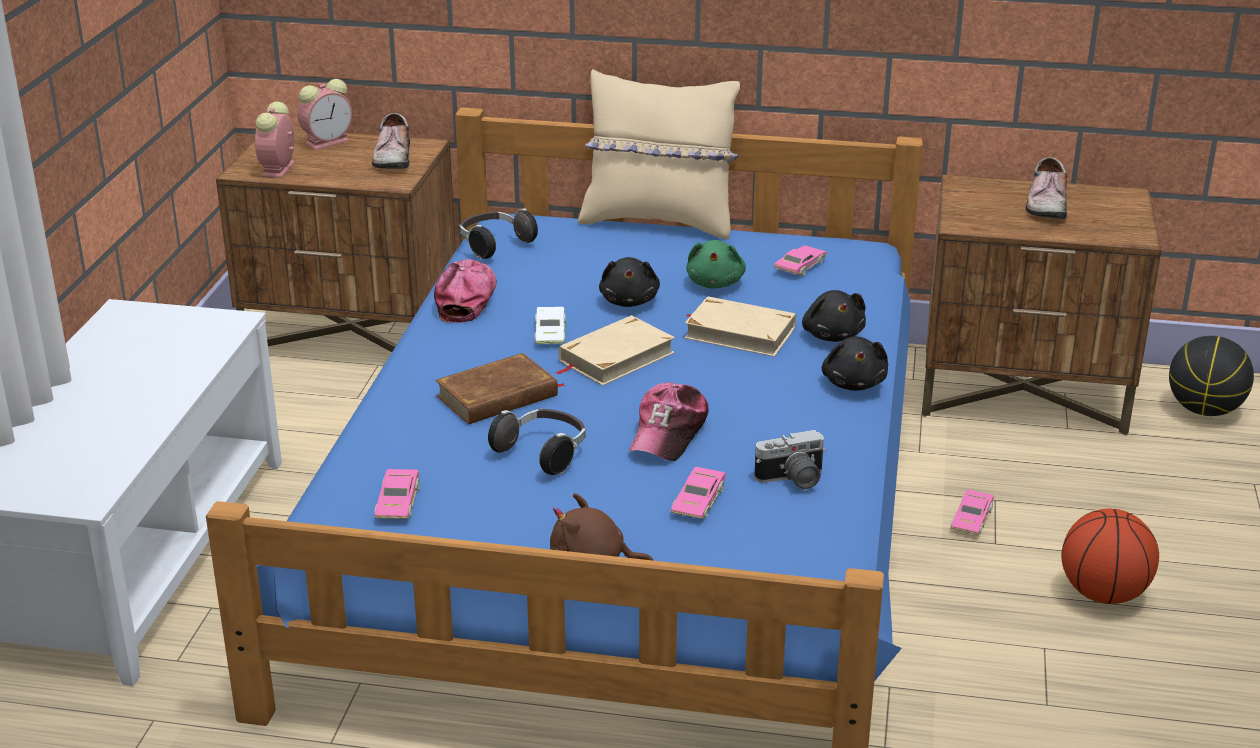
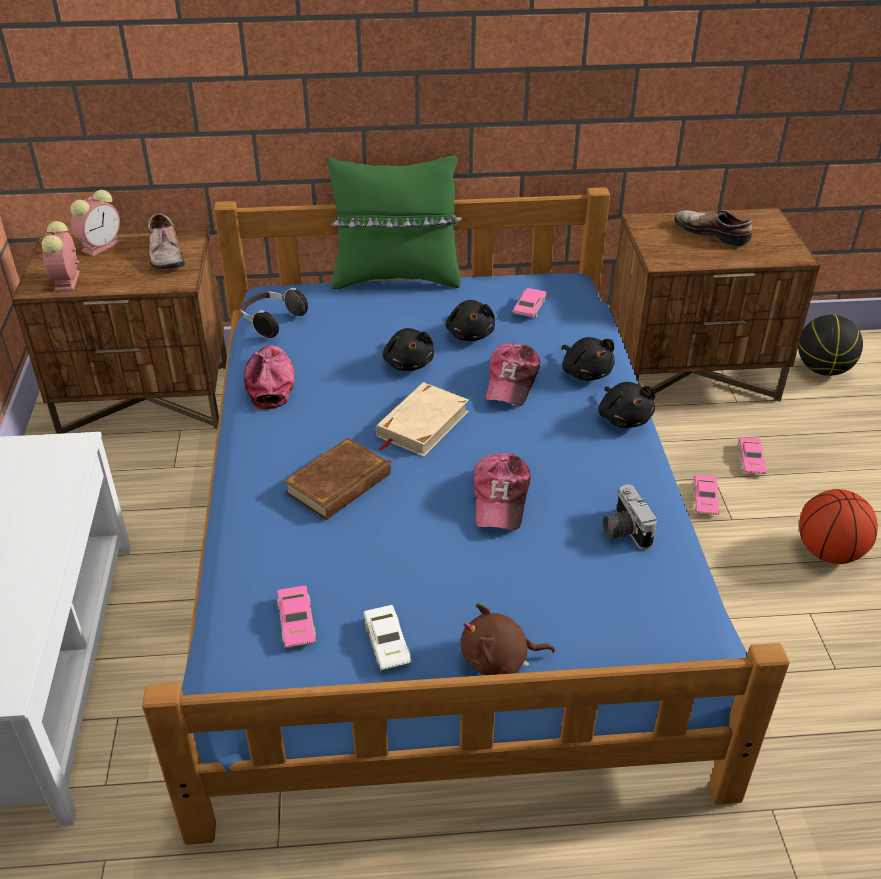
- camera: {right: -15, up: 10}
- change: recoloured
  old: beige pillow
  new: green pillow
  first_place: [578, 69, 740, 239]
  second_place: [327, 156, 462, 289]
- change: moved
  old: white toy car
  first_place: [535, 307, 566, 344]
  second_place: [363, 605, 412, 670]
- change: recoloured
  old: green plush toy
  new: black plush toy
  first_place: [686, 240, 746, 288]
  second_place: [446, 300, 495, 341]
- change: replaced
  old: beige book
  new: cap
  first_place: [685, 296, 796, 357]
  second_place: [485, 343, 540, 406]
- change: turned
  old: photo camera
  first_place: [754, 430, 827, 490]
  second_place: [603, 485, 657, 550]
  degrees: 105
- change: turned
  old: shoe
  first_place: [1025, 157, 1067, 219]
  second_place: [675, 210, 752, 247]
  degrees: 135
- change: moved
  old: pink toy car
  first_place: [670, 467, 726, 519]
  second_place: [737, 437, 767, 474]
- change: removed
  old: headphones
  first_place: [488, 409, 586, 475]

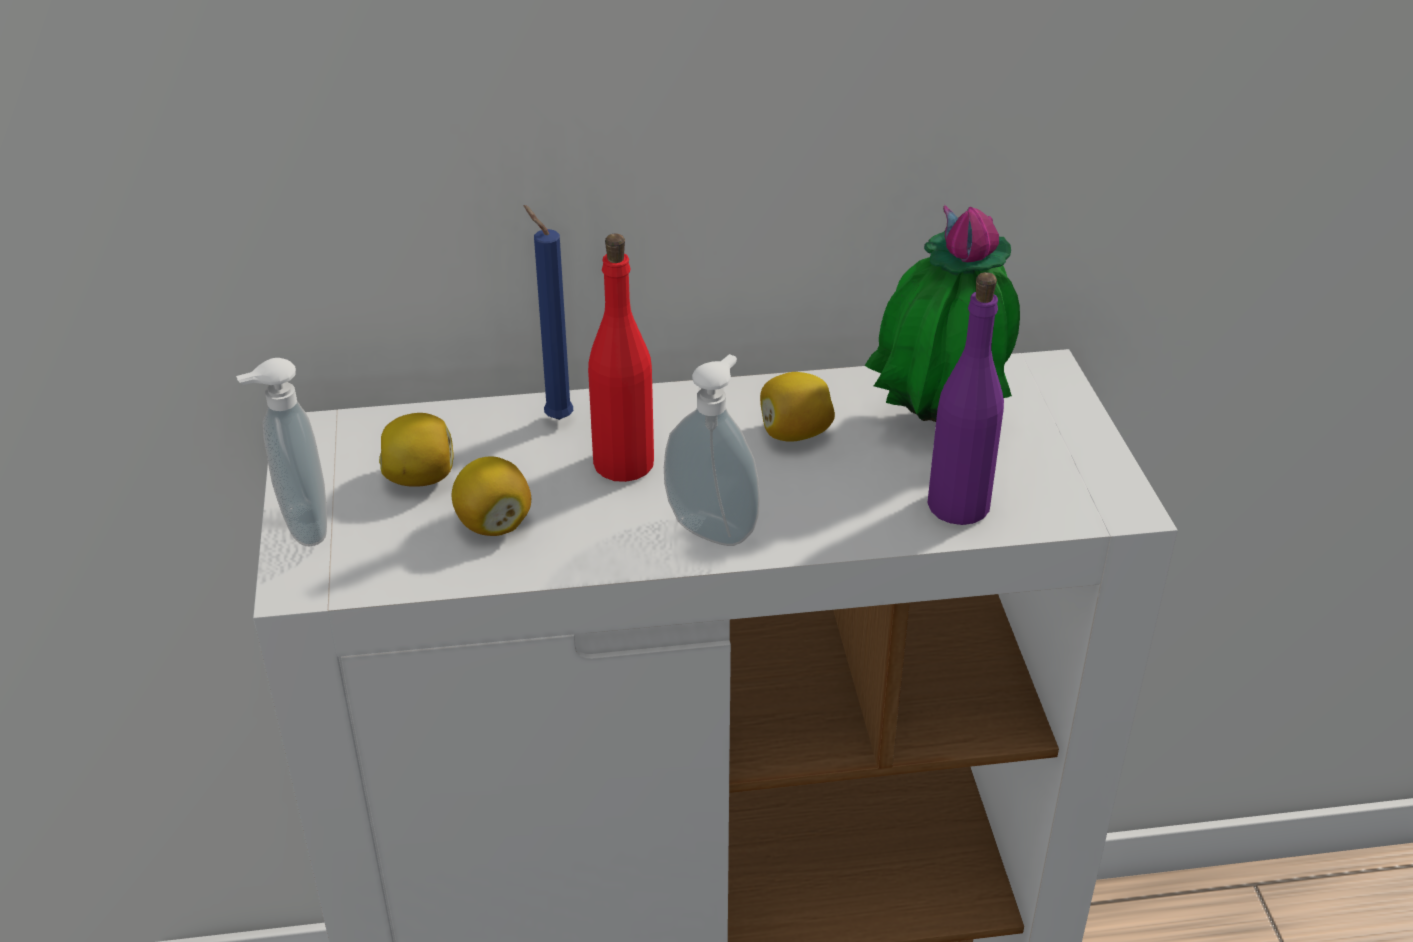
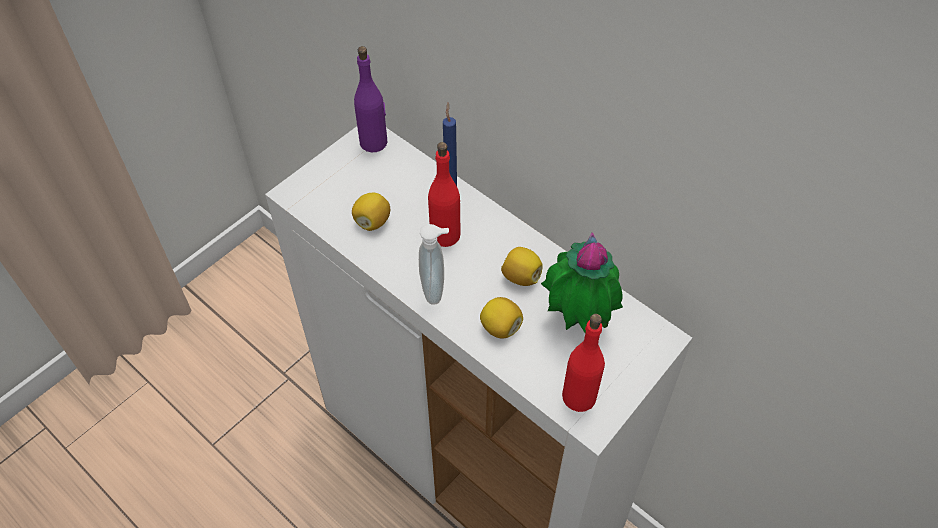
- camera: {right: 50, up: 15}
- change: moved
  old: purple bottle
  first_place: [927, 272, 1004, 525]
  second_place: [354, 46, 387, 153]
- change: moved
  old: lemon
  first_place: [379, 413, 454, 487]
  second_place: [480, 297, 523, 338]
- change: added
  new: red bottle
  second_place: [562, 314, 605, 412]
- change: removed
  old: soap dispenser
  first_place: [236, 358, 327, 546]

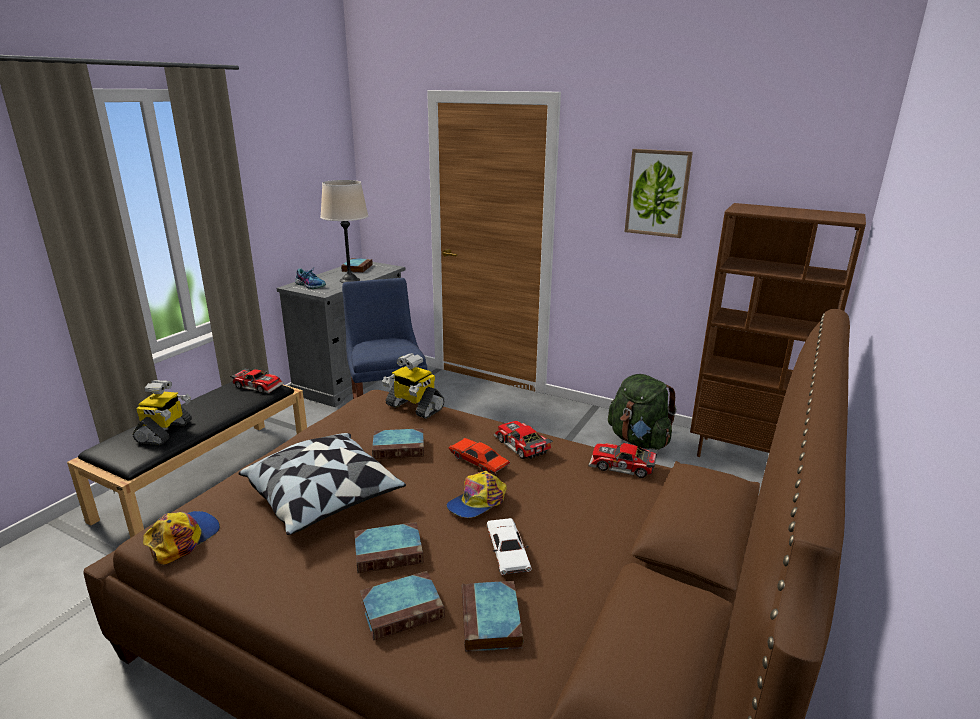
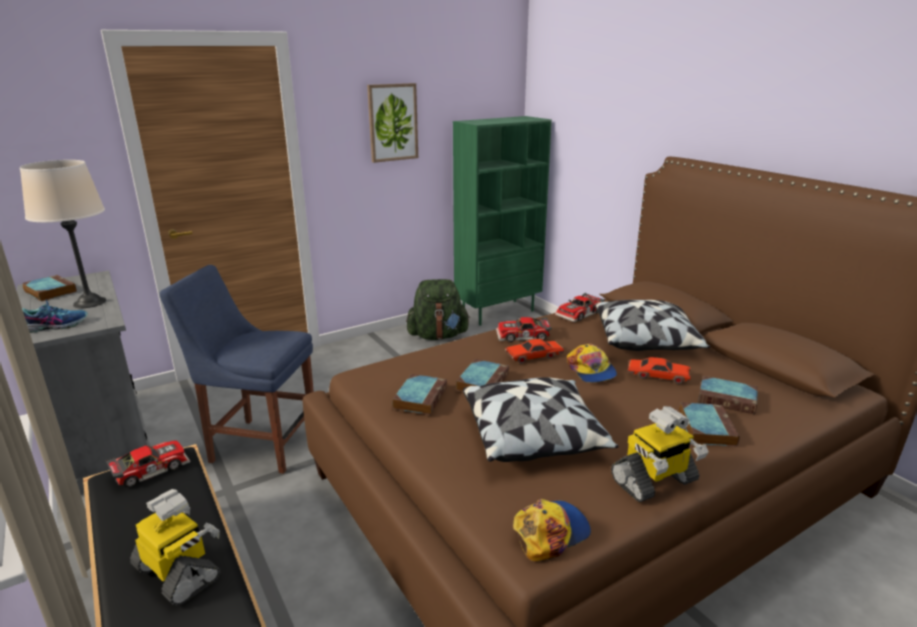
- camera: {right: -60, up: 0}
- change: moved
  old: book
  first_place: [355, 522, 424, 573]
  second_place: [392, 374, 447, 415]
- change: recoloured
  old: brown bookcase
  new: green bookcase
  first_place: [690, 203, 866, 457]
  second_place: [453, 116, 552, 326]
- change: turned
  old: cap
  first_place: [143, 511, 220, 564]
  second_place: [513, 499, 591, 561]
  degrees: 90
- change: added
  new: pillow
  second_place: [595, 300, 710, 351]
- change: moved
  old: toy robot
  first_place: [382, 353, 445, 419]
  second_place: [611, 406, 709, 502]
- change: recoloured
  old: white toy car
  new: red toy car
  first_place: [487, 518, 532, 575]
  second_place: [628, 357, 691, 384]

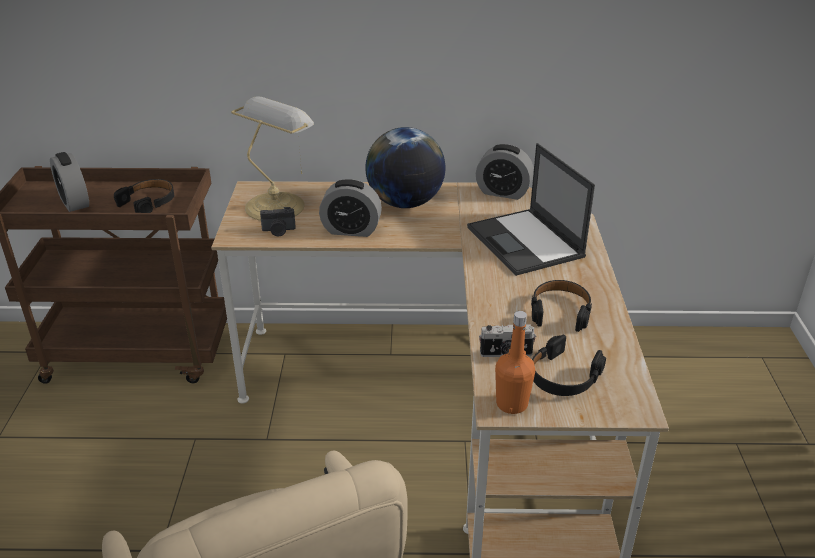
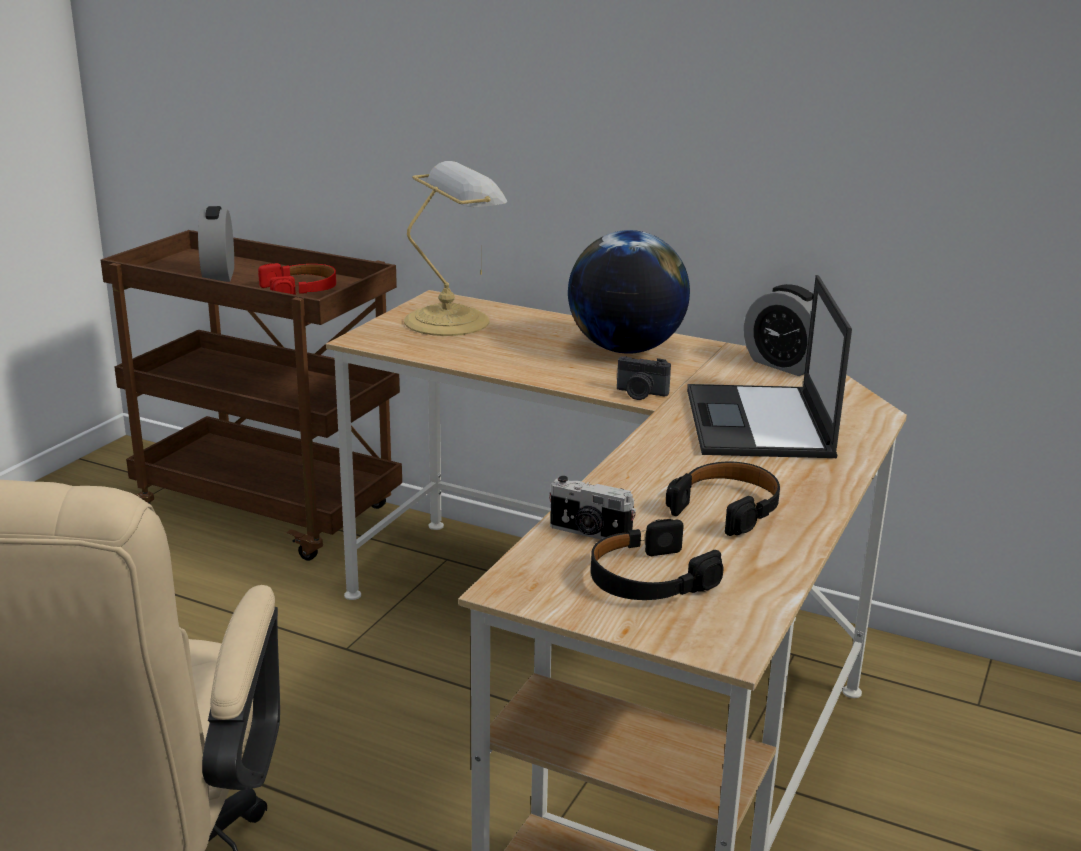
- camera: {right: 25, up: -10}
- change: recoloured
  old: black headphones
  new: red headphones
  first_place: [114, 179, 174, 213]
  second_place: [258, 263, 336, 295]
- change: moved
  old: photo camera
  first_place: [260, 207, 296, 236]
  second_place: [617, 356, 671, 400]
- change: removed
  old: alarm clock
  first_place: [319, 179, 382, 237]
- change: removed
  old: orange bottle
  first_place: [495, 311, 535, 414]

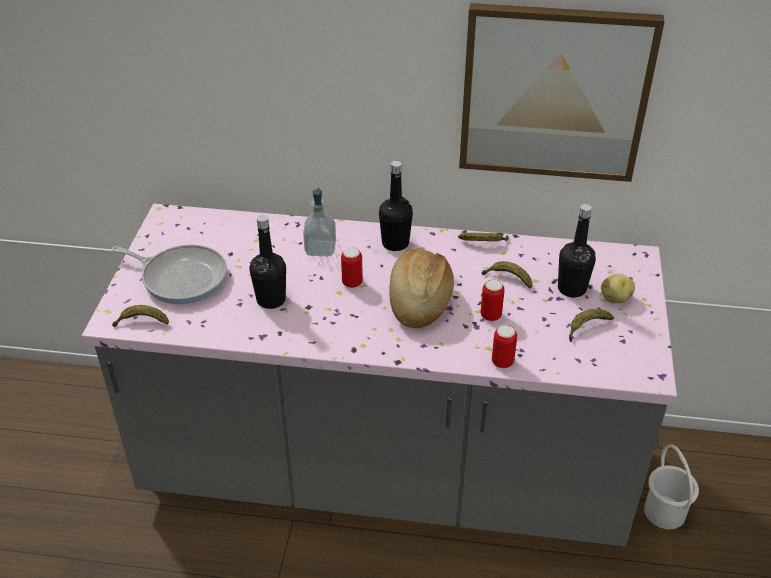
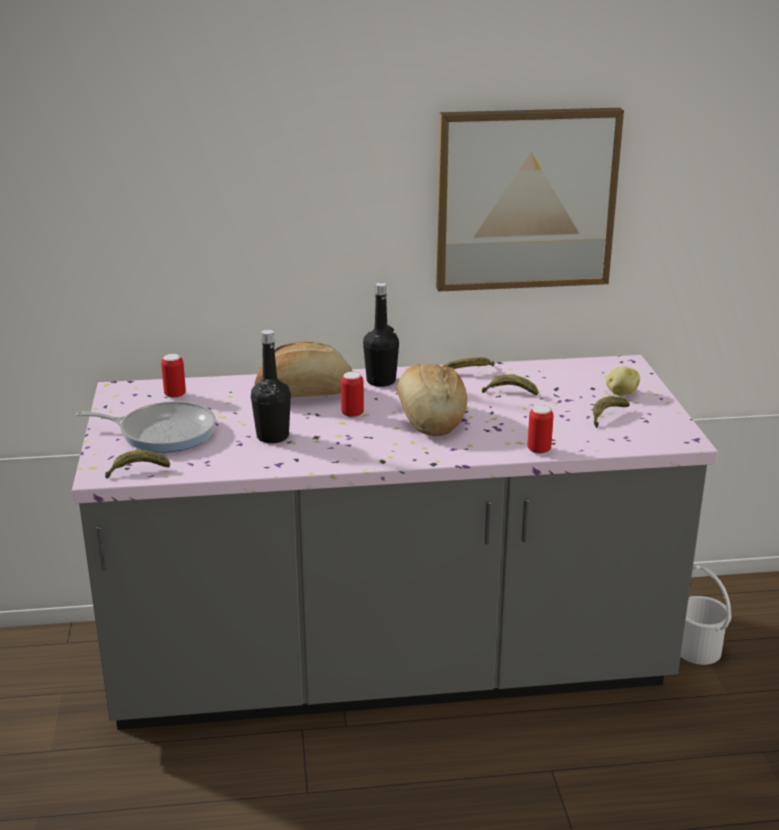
- camera: {right: -15, up: -15}
- change: moved
  old: can
  first_place: [480, 279, 505, 321]
  second_place: [161, 354, 186, 398]
- change: replaced
  old: soap dispenser
  new: bread
  first_place: [303, 188, 336, 256]
  second_place: [254, 341, 353, 398]
- change: removed
  old: black bottle
  first_place: [558, 204, 596, 298]

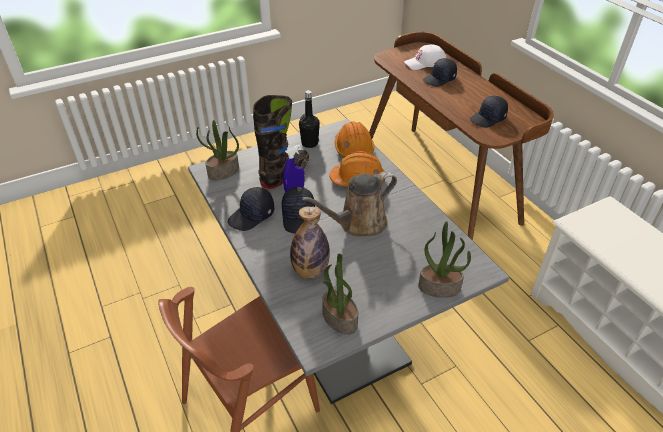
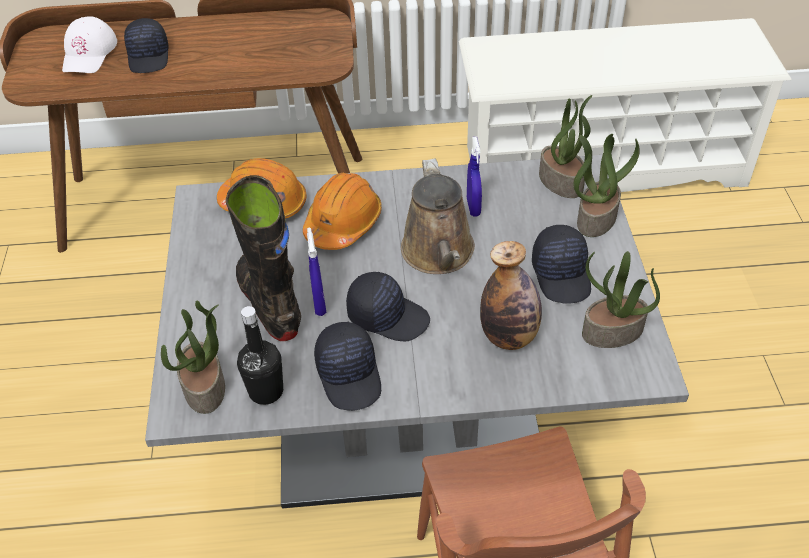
- camera: {right: -65, up: 5}
- change: moved
  old: black bottle
  first_place: [299, 90, 320, 148]
  second_place: [237, 306, 283, 405]
- change: added
  new: blue spray bottle
  second_place: [467, 137, 482, 216]
- change: moved
  old: black cap
  first_place: [470, 96, 508, 128]
  second_place: [532, 225, 591, 304]
- change: added
  new: potted plant
  second_place: [539, 95, 592, 198]

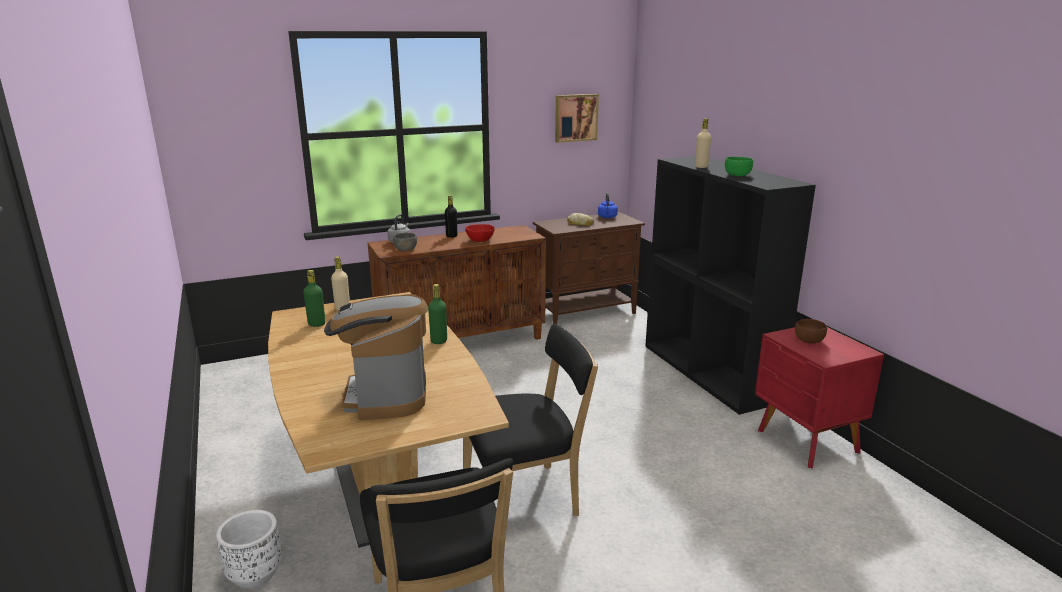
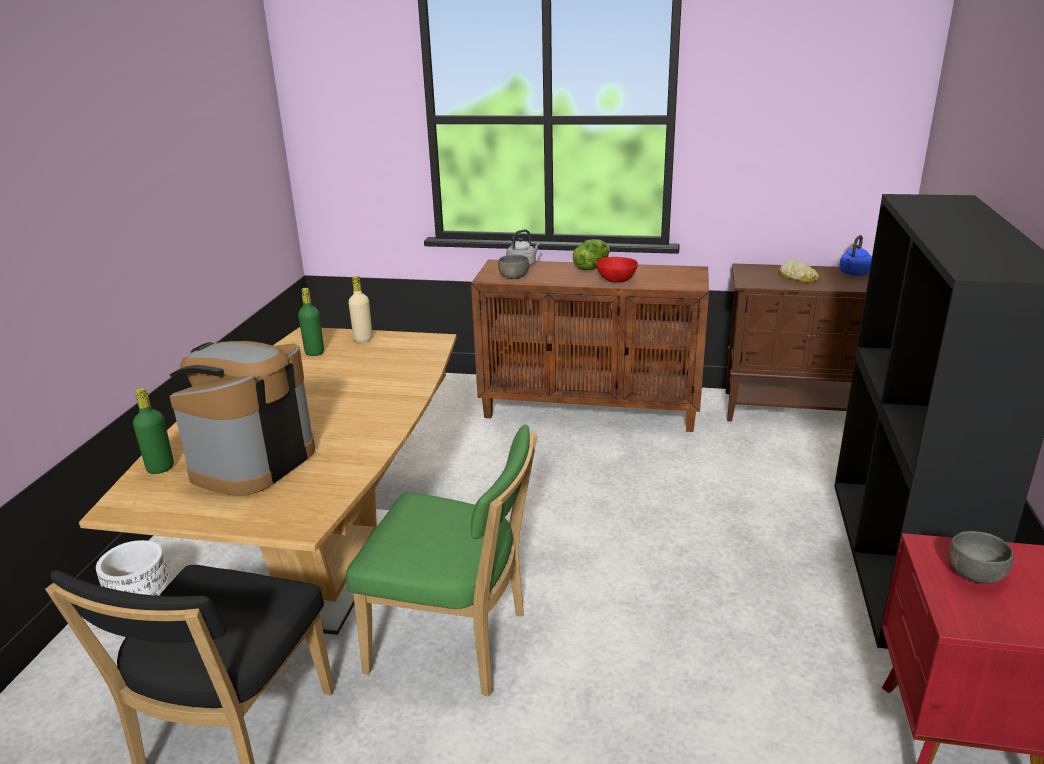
- camera: {right: 35, up: 5}
- change: moved
  old: green bottle
  first_place: [428, 284, 447, 344]
  second_place: [133, 388, 174, 474]
- change: recoloured
  old: black chair
  new: green chair
  first_place: [463, 324, 598, 516]
  second_place: [346, 424, 537, 697]
- change: replaced
  old: black bottle
  new: lettuce
  first_place: [445, 195, 457, 238]
  second_place: [573, 239, 610, 270]
- change: recoloured
  old: brown bowl
  new: grey bowl
  first_place: [795, 319, 827, 344]
  second_place: [948, 531, 1014, 584]
- change: removed
  old: picture
  first_place: [555, 94, 599, 143]
- change: removed
  old: beige bottle
  first_place: [695, 118, 711, 168]
- change: removed
  old: green bowl
  first_place: [725, 157, 753, 176]

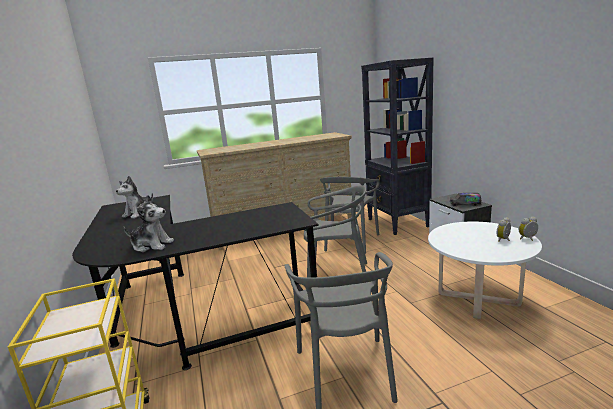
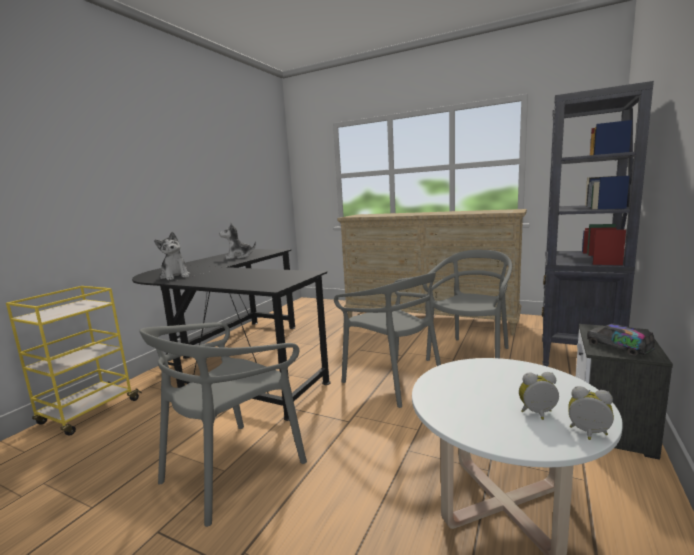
- camera: {right: 45, up: -5}
- change: turned
  old: grey chair
  first_place: [320, 177, 380, 254]
  second_place: [423, 250, 512, 361]
  degrees: 150

